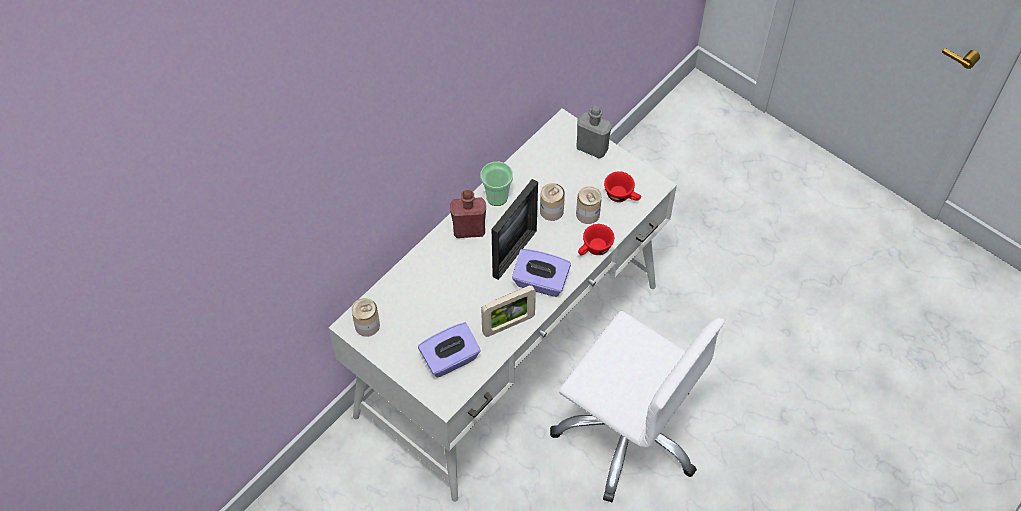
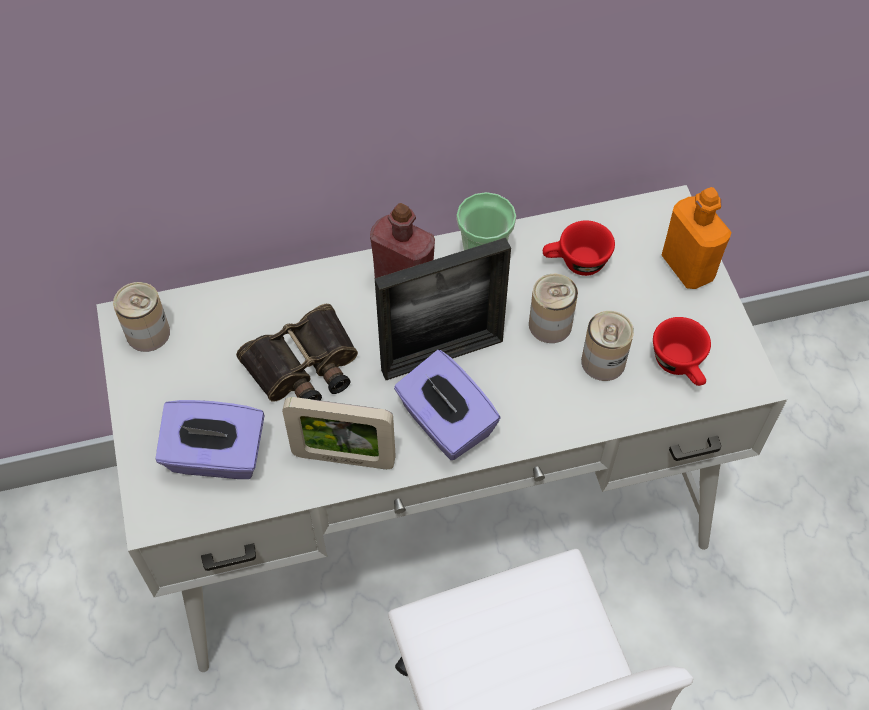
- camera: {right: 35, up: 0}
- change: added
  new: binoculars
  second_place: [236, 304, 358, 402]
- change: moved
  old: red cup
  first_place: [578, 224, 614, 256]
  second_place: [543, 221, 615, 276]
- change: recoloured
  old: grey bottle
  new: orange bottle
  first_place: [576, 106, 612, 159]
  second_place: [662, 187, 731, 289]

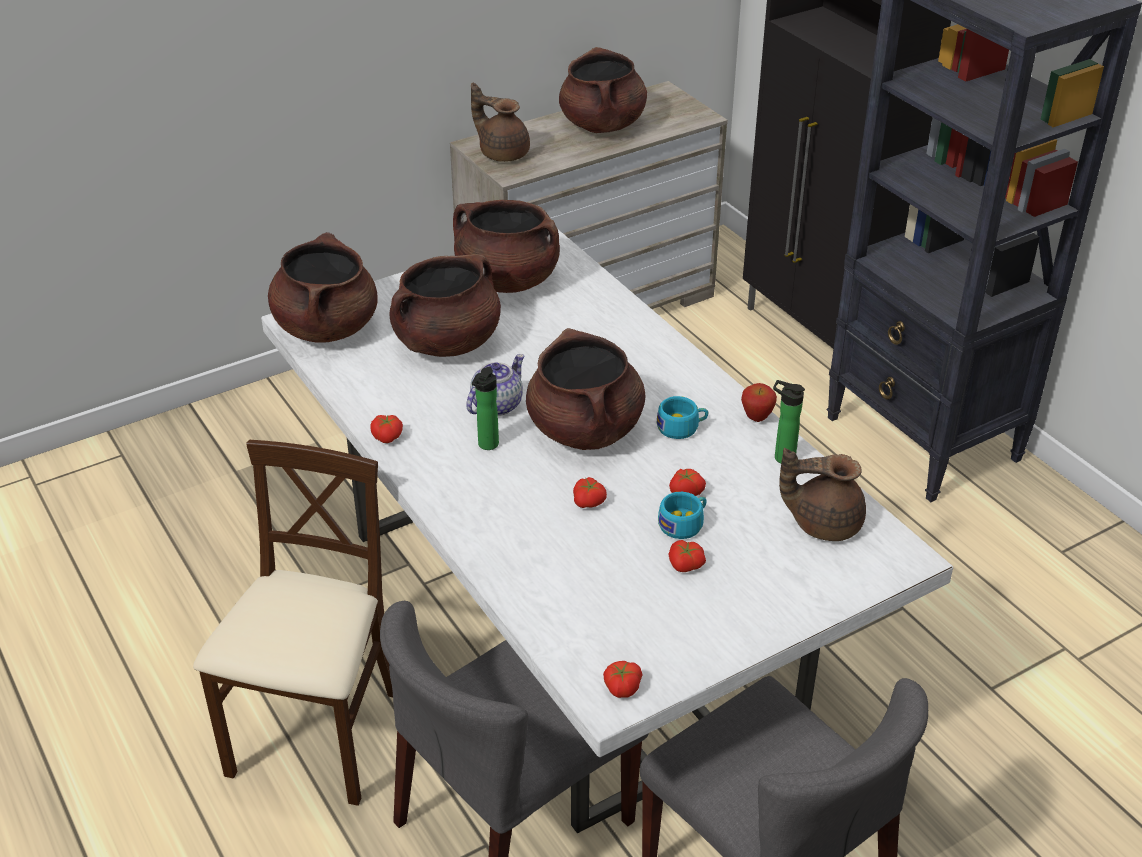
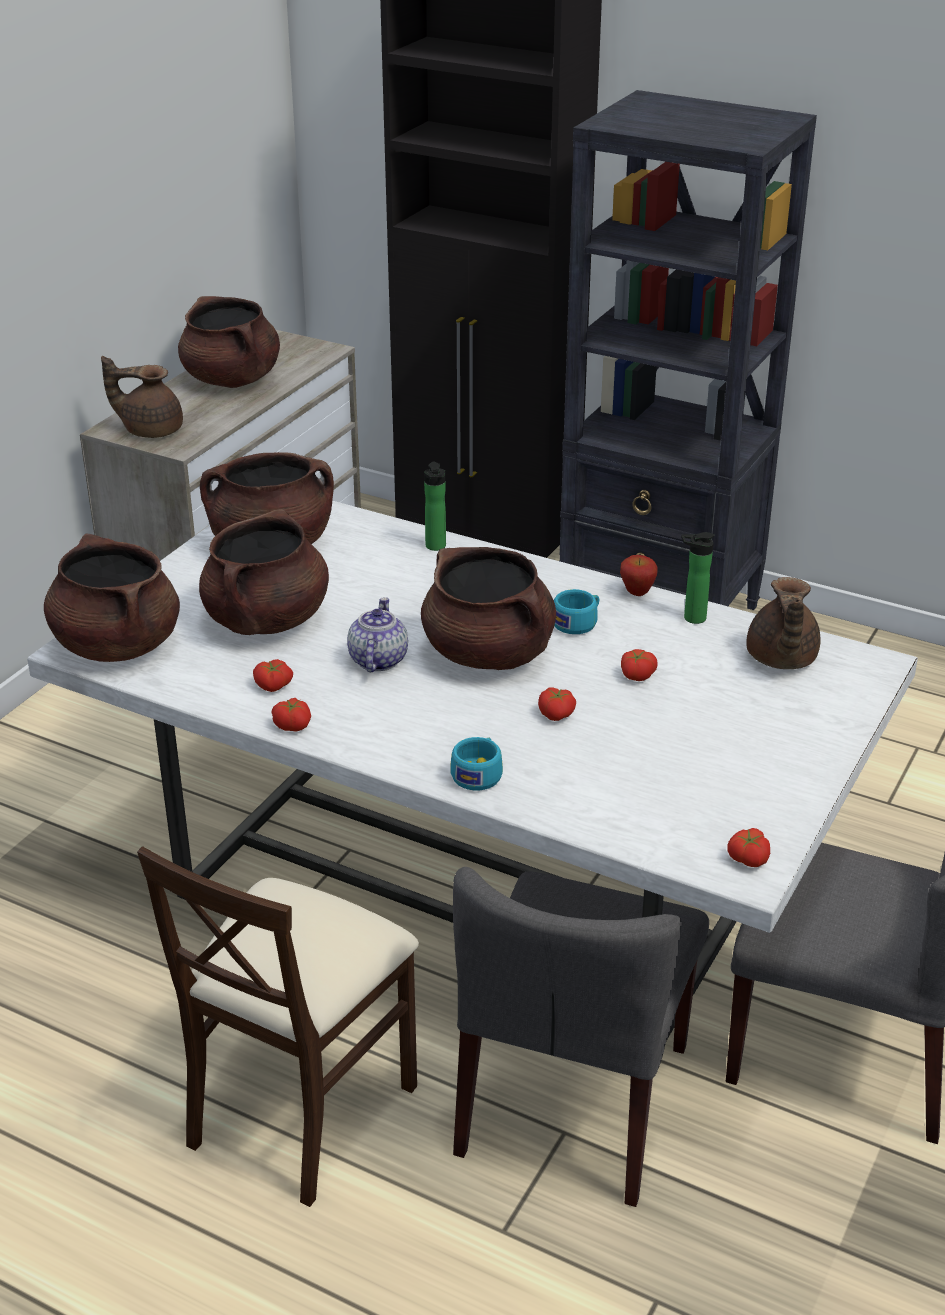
- camera: {right: -30, up: -5}
- change: turned
  old: beige chair
  first_place: [193, 440, 393, 806]
  second_place: [137, 846, 419, 1207]
  degrees: -135
- change: moved
  old: tomato
  first_place: [669, 540, 706, 572]
  second_place: [253, 659, 293, 692]
- change: moved
  old: bottle
  first_place: [472, 366, 499, 450]
  second_place: [424, 461, 446, 551]
- change: moved
  old: turquoise cup
  first_place: [658, 492, 707, 539]
  second_place: [450, 737, 503, 791]
- change: turned
  old: brown teapot
  first_place: [779, 448, 866, 541]
  second_place: [746, 577, 820, 669]
  degrees: -60

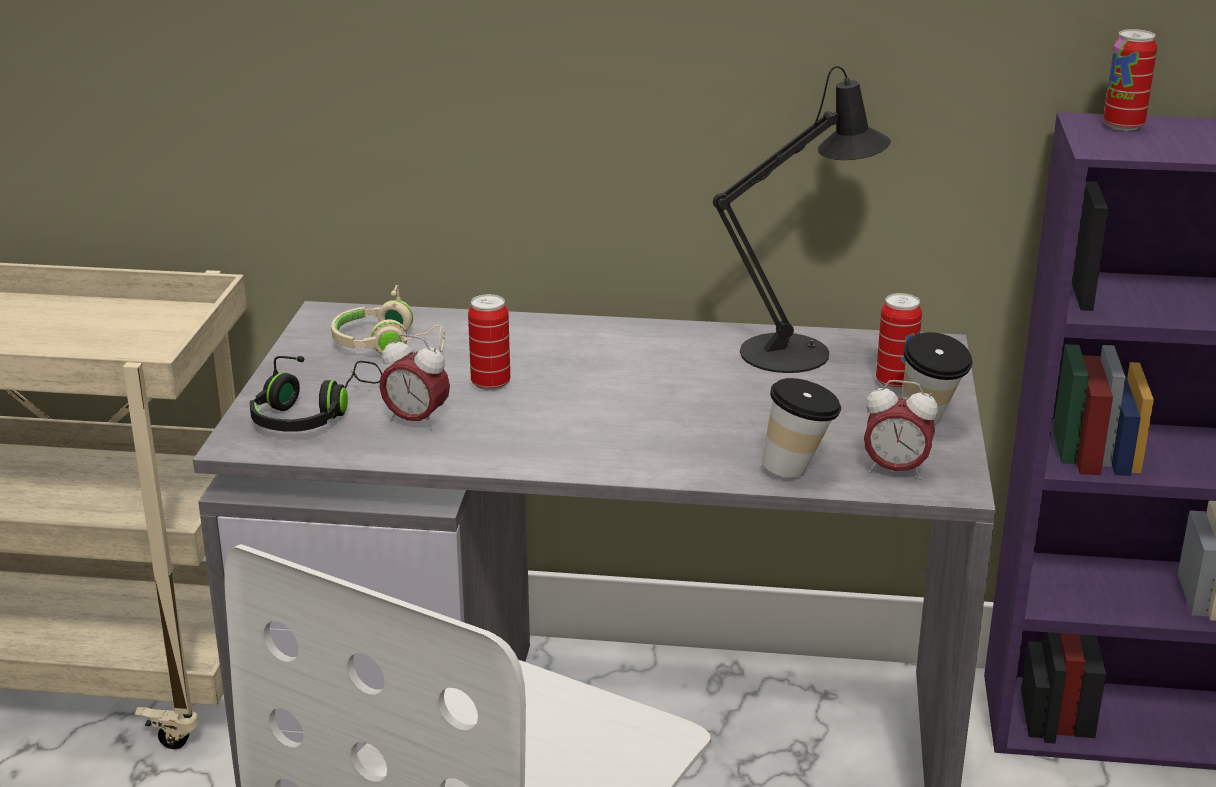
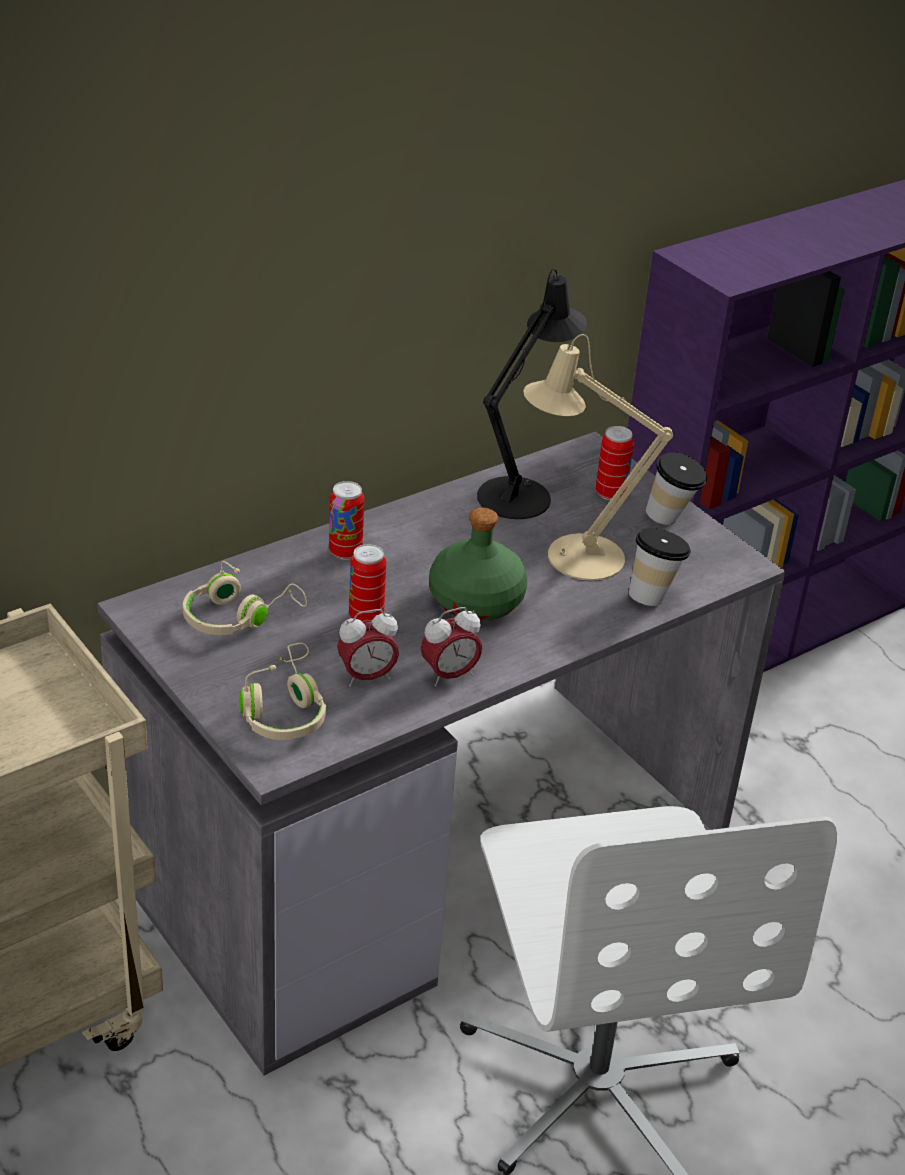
- camera: {right: -45, up: 10}
- change: recoloured
  old: black headphones
  new: beige headphones
  first_place: [250, 356, 382, 432]
  second_place: [239, 643, 326, 740]
- change: moved
  old: can
  first_place: [1103, 29, 1157, 131]
  second_place: [329, 481, 364, 560]
- change: moved
  old: alarm clock
  first_place: [864, 380, 938, 480]
  second_place: [421, 607, 482, 686]
- change: added
  new: green bottle
  second_place: [429, 508, 527, 621]
- change: added
  new: beige table lamp
  second_place: [524, 334, 673, 581]

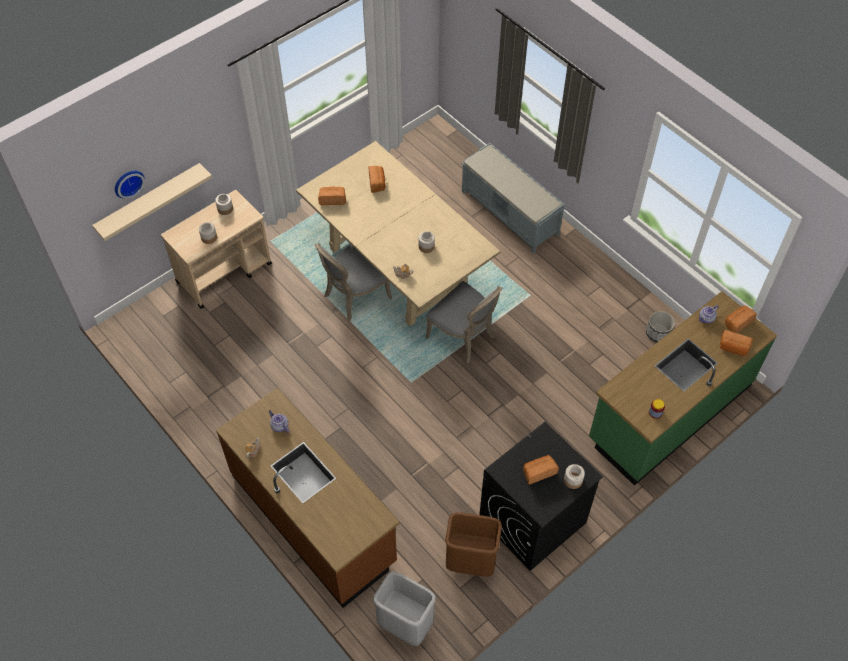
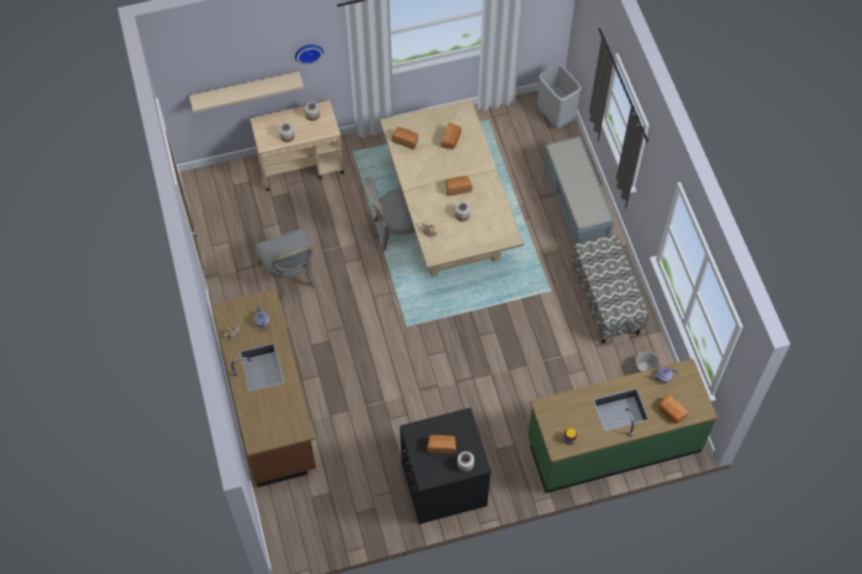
- camera: {right: 25, up: 5}
- change: moved
  old: grey chair
  first_place: [425, 281, 503, 363]
  second_place: [255, 228, 317, 300]
- change: moved
  old: wall clock
  first_place: [115, 171, 145, 199]
  second_place: [295, 44, 324, 65]
- change: moved
  old: bread
  first_place: [725, 306, 757, 333]
  second_place: [446, 176, 472, 196]
- change: moved
  old: grey trash can
  first_place: [373, 571, 436, 646]
  second_place: [537, 64, 582, 128]
- change: added
  new: bench
  second_place: [571, 234, 649, 344]
- change: removed
  old: brown trash can
  first_place: [445, 512, 502, 577]

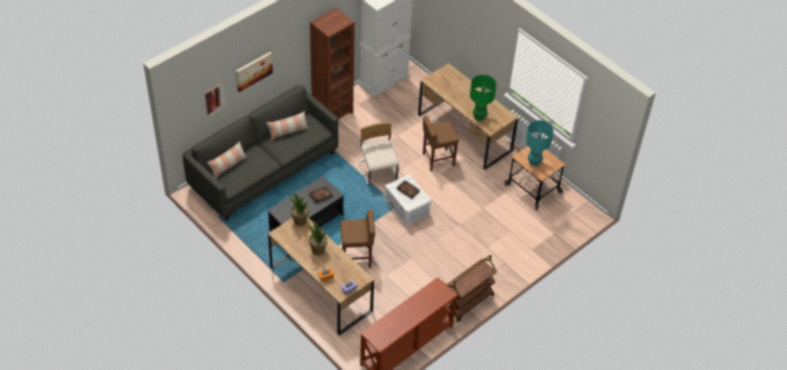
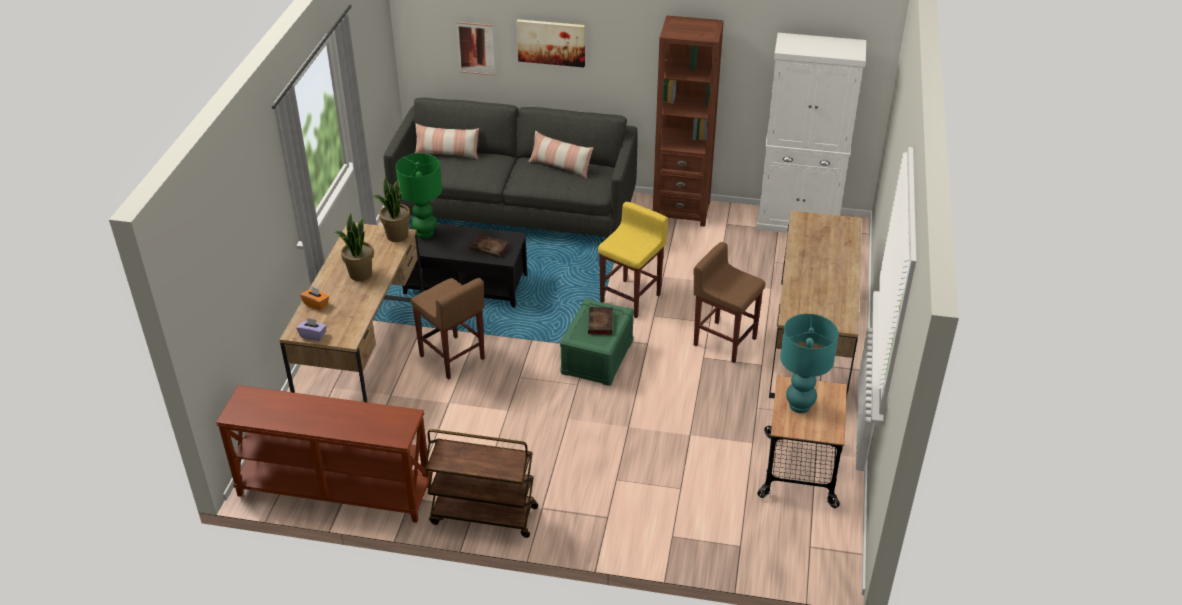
- camera: {right: 55, up: -10}
- change: moved
  old: green table lamp
  first_place: [470, 75, 497, 121]
  second_place: [396, 153, 442, 239]
- change: recoloured
  old: white storage box
  new: green storage box
  first_place: [385, 174, 431, 226]
  second_place: [560, 298, 634, 386]
- change: replaced
  old: beige chair
  new: yellow stool
  first_place: [358, 122, 399, 185]
  second_place: [598, 202, 668, 318]

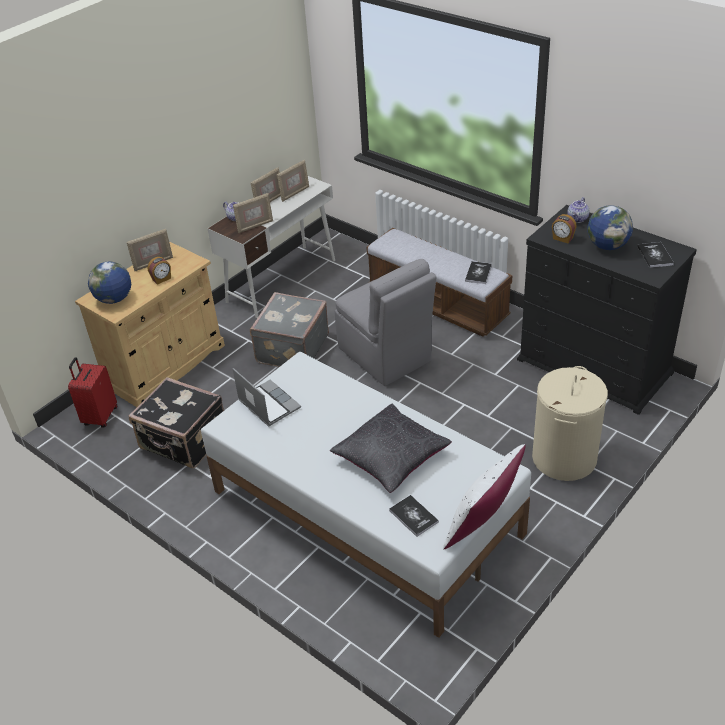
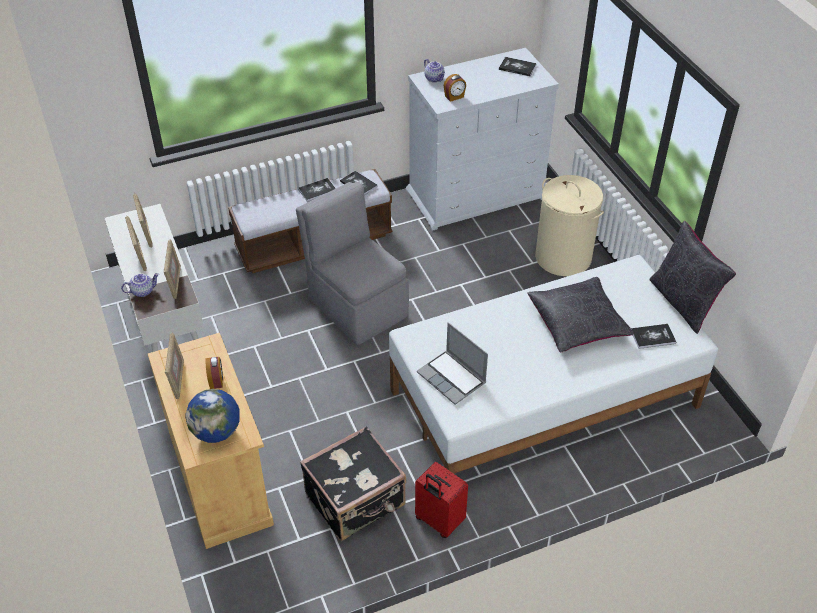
- camera: {right: -65, up: 5}
- change: turned
  old: grey chair
  first_place: [335, 259, 437, 386]
  second_place: [296, 182, 409, 345]
  degrees: -120
- change: added
  new: book
  second_place: [298, 178, 336, 202]
- change: recoloured
  old: black dresser
  new: white dresser
  first_place: [517, 205, 697, 415]
  second_place: [406, 48, 559, 231]
- change: moved
  old: red suitcase
  first_place: [68, 357, 117, 428]
  second_place: [415, 462, 468, 538]
- change: turned
  old: laptop
  first_place: [233, 368, 301, 427]
  second_place: [417, 322, 488, 405]
  degrees: -120
- change: recoloured
  old: white pillow
  new: black pillow
  first_place: [443, 444, 526, 549]
  second_place: [649, 221, 736, 334]
- change: removed
  old: grey suitcase
  first_place: [250, 292, 329, 367]
- change: removed
  old: globe
  first_place: [587, 205, 633, 250]

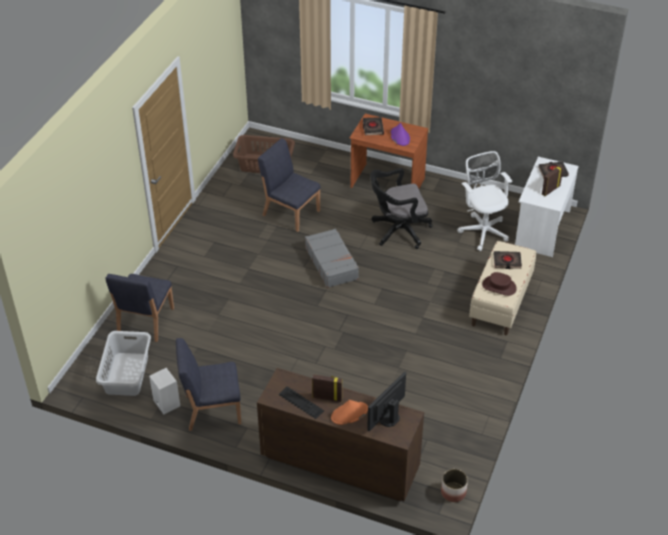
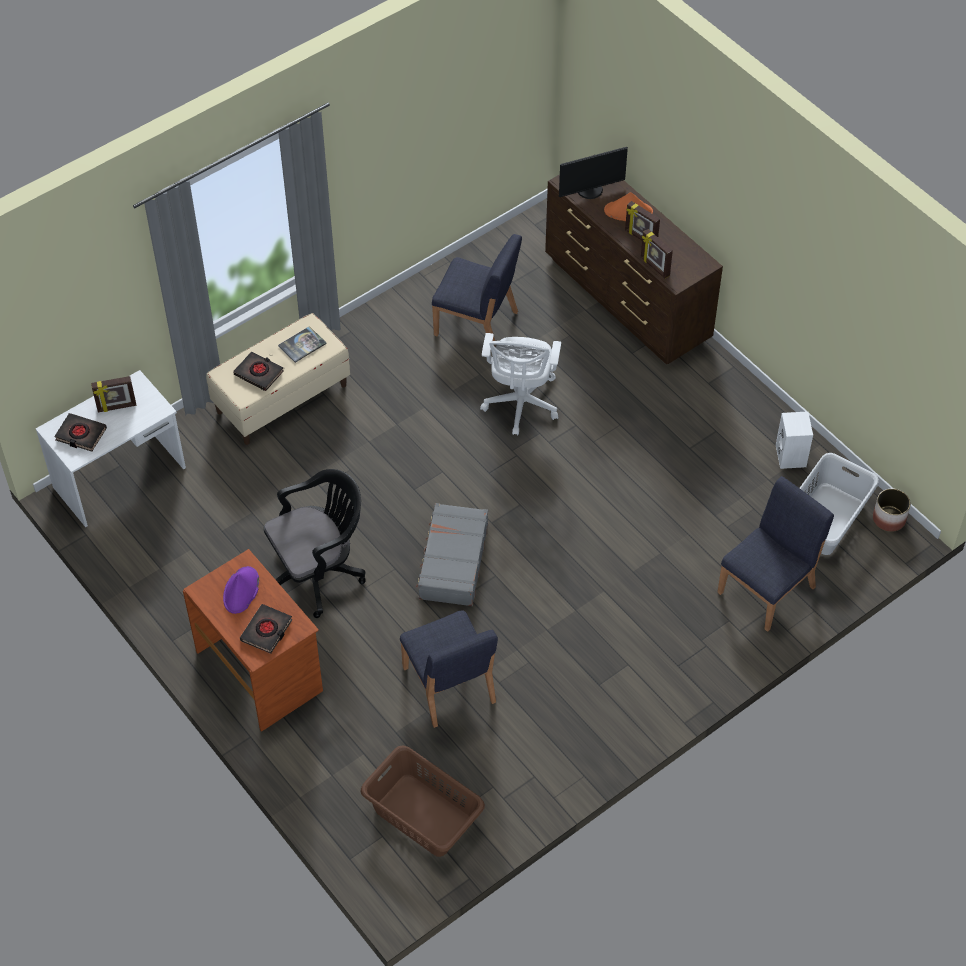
- camera: {right: -150, up: 10}
- change: turned
  old: black office chair
  first_place: [370, 168, 433, 249]
  second_place: [264, 469, 366, 618]
  degrees: -45
- change: replaced
  old: brown hat
  new: book
  first_place: [482, 272, 517, 296]
  second_place: [278, 326, 326, 363]
- change: moved
  old: blue chair
  first_place: [176, 338, 241, 431]
  second_place: [432, 234, 522, 341]
- change: moved
  old: white office chair
  first_place: [457, 151, 513, 251]
  second_place: [480, 333, 561, 435]
- change: added
  new: picture frame
  second_place: [641, 229, 673, 278]
- change: moved
  old: planter
  first_place: [441, 469, 468, 502]
  second_place: [873, 488, 911, 532]
- change: removed
  old: keyboard
  first_place: [278, 387, 324, 419]

